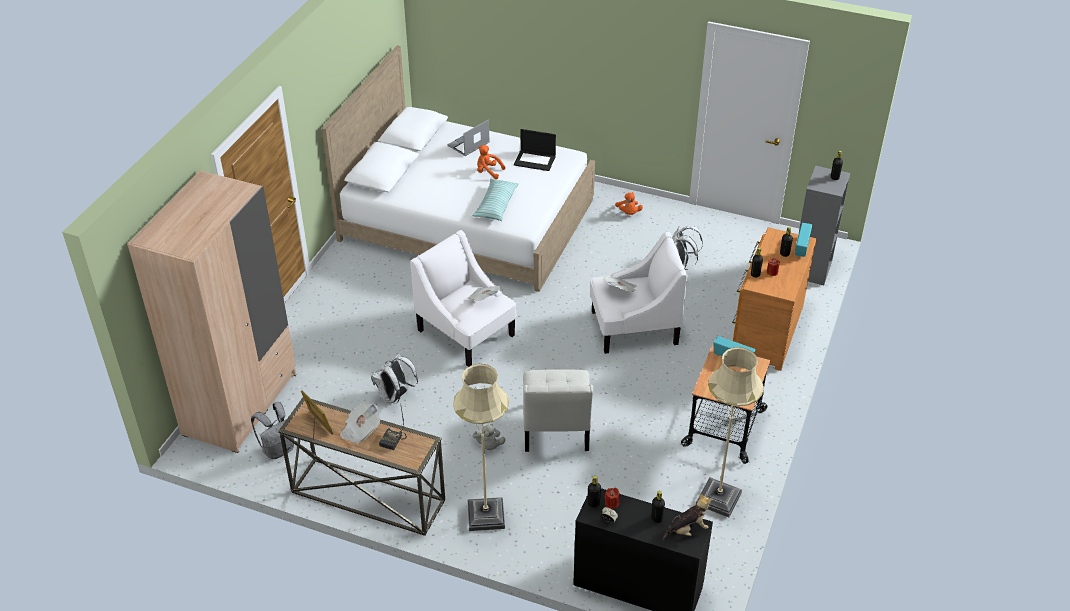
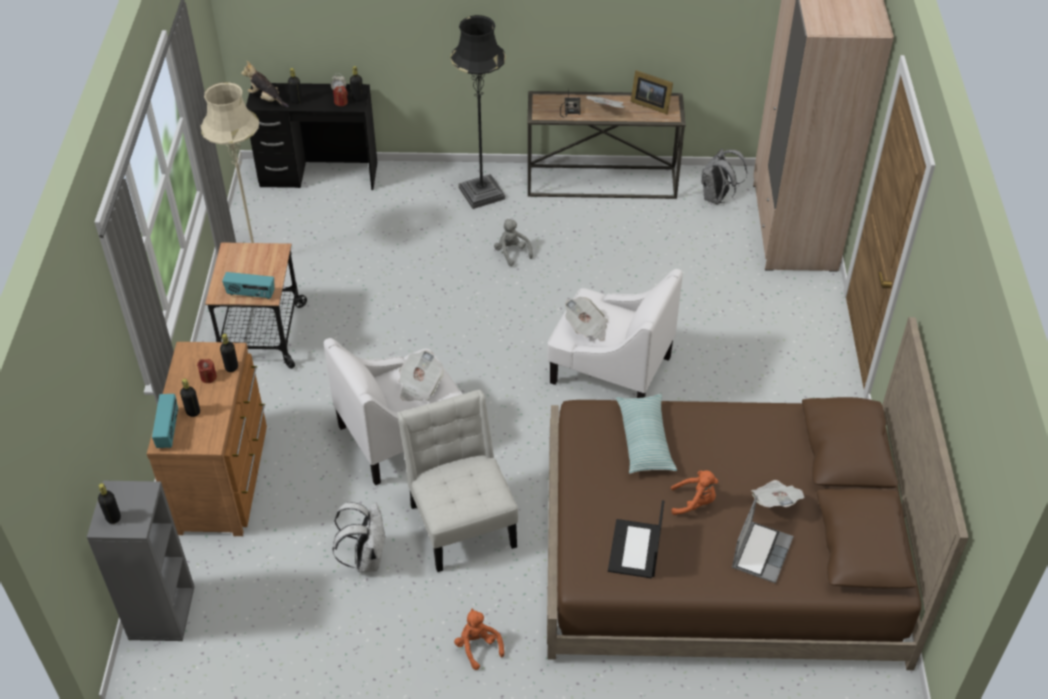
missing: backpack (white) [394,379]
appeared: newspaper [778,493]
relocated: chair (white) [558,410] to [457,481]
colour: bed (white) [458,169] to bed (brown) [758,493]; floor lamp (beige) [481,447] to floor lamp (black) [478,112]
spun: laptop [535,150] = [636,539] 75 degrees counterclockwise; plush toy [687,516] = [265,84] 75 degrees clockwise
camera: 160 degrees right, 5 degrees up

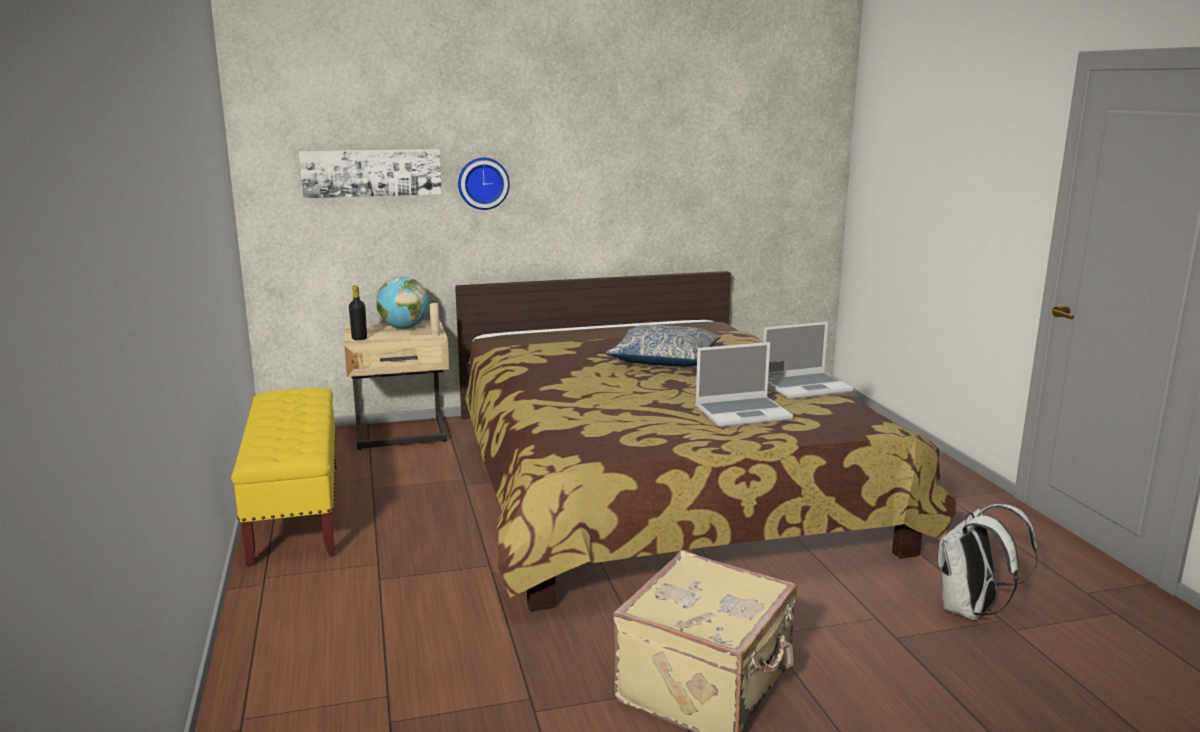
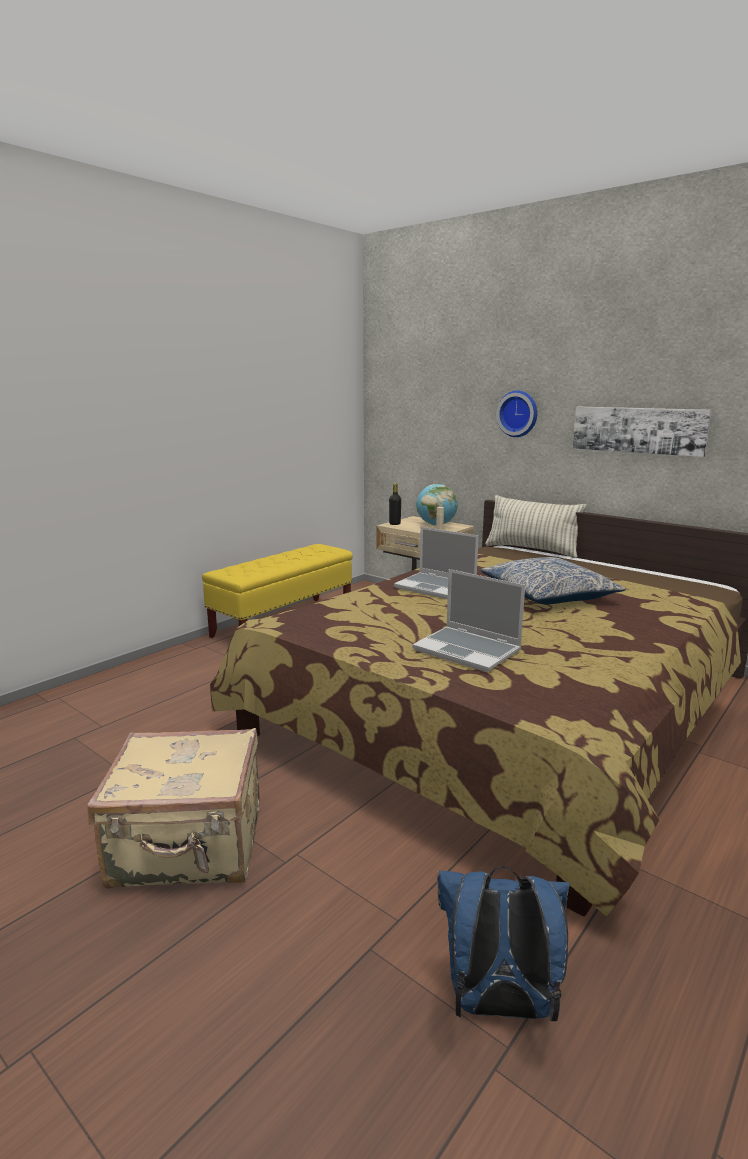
appeared: pillow [535,526]
relocated: picture [370,173] to [642,432]; laptop [808,361] to [436,563]
colour: backpack (white) [988,562] to backpack (blue) [503,943]
camera: 55 degrees right, 0 degrees up

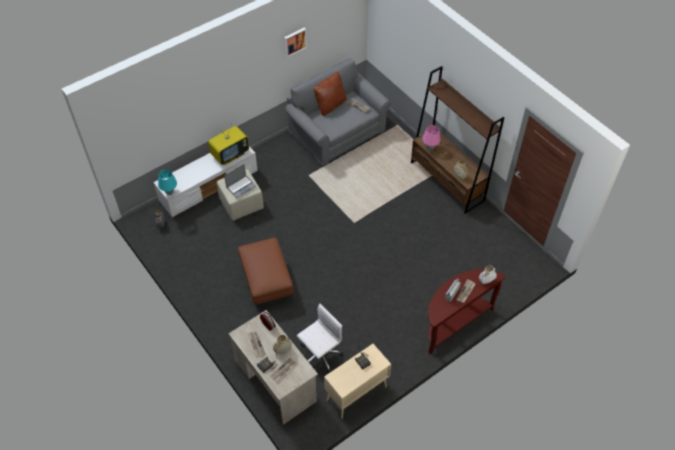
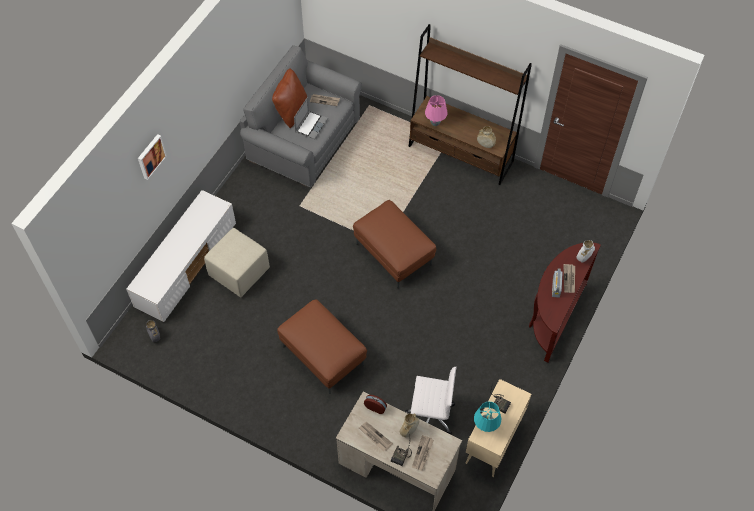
missing: television [228,145]
appeared: ottoman (brown) [394,244]
relocated: table lamp (turquoise) [167,182] to [487,417]; laptop [240,181] to [311,118]; picture [295,42] to [152,157]
spun: office chair (white) [320,339] = [431,400] 75 degrees clockwise
camera: 25 degrees left, 5 degrees up

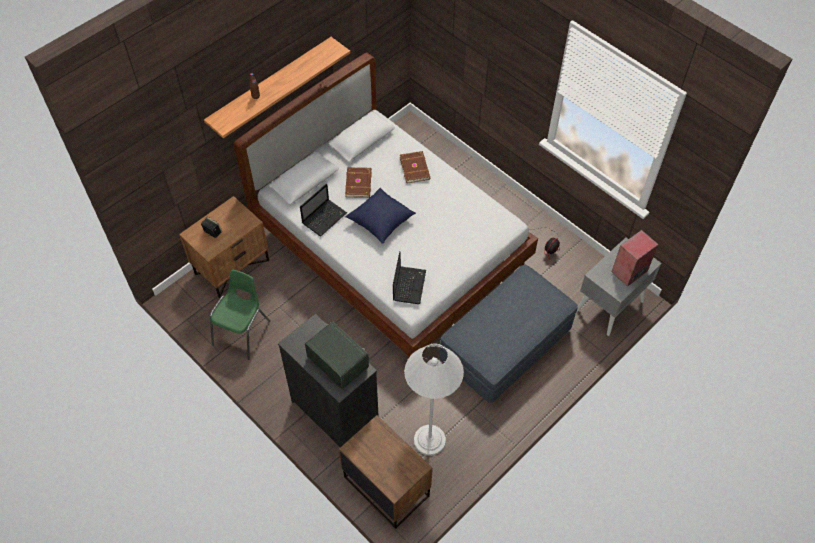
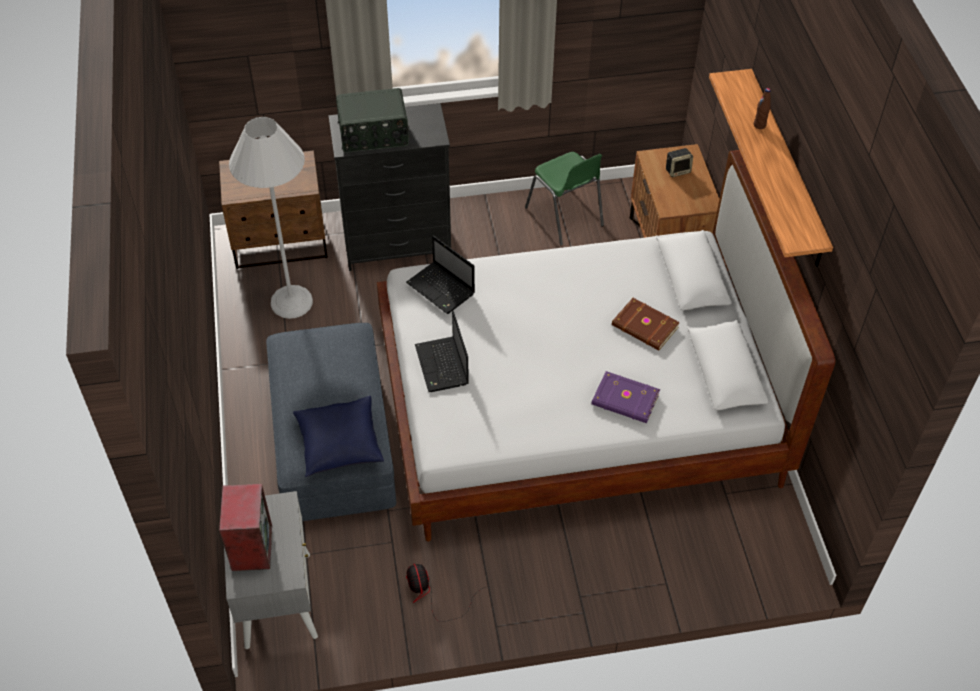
relocated: laptop [323,209] to [442,351]; pillow (blue) [380,216] to [338,436]
colour: book (brown) [415,167] to book (purple) [625,397]
camera: 125 degrees right, 5 degrees down

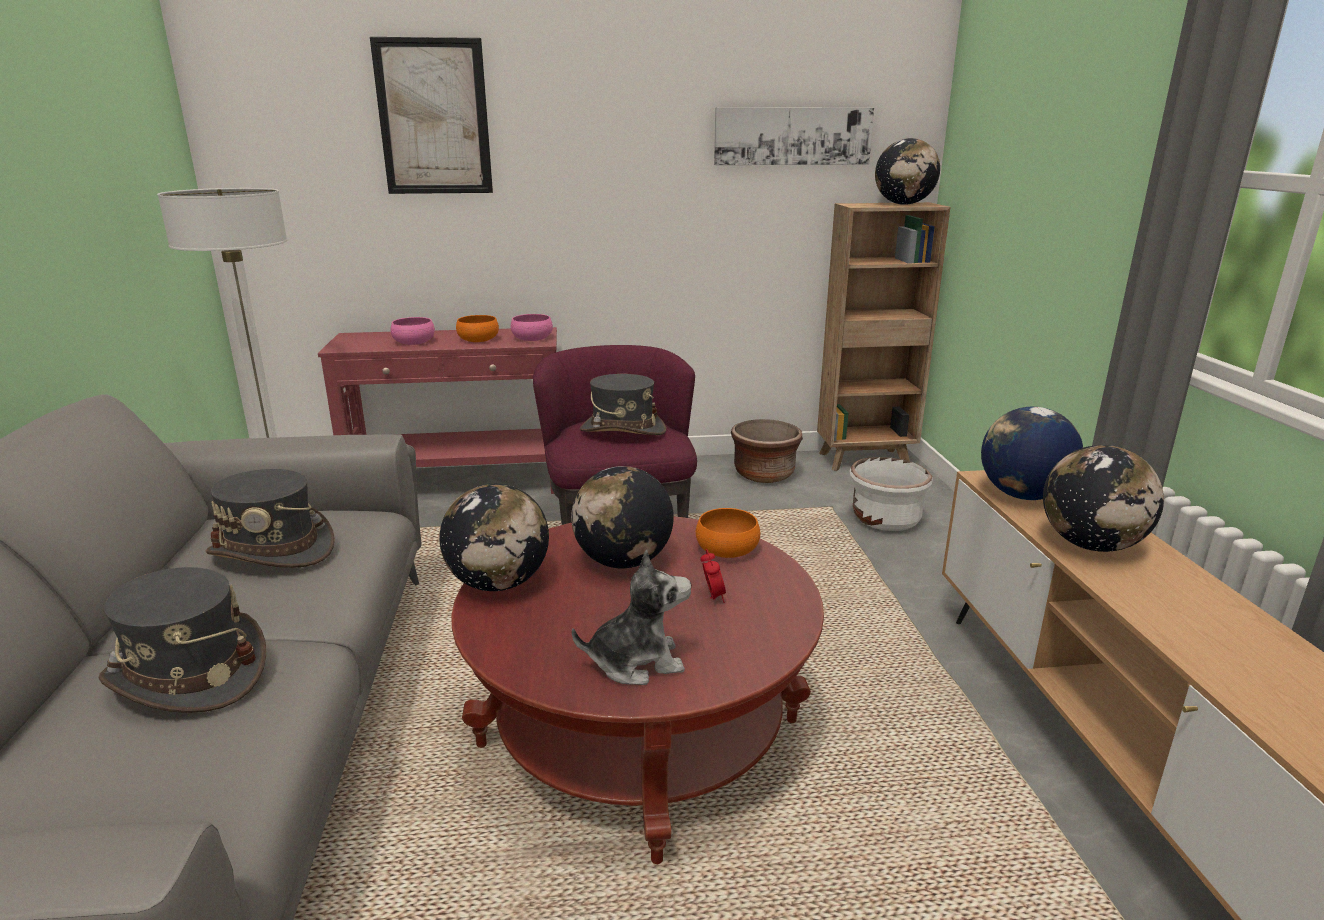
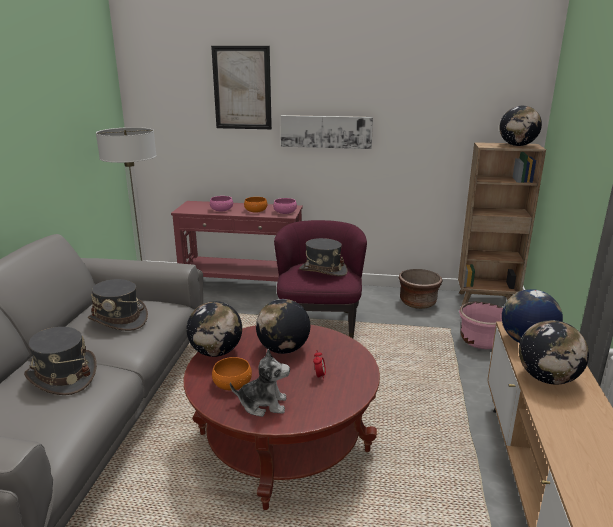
relocated: bowl (orange) [728,533] to [232,373]; picture [794,136] to [326,132]
colour: planter (white) [891,494] to planter (pink) [481,325]
camera: 15 degrees right, 0 degrees up

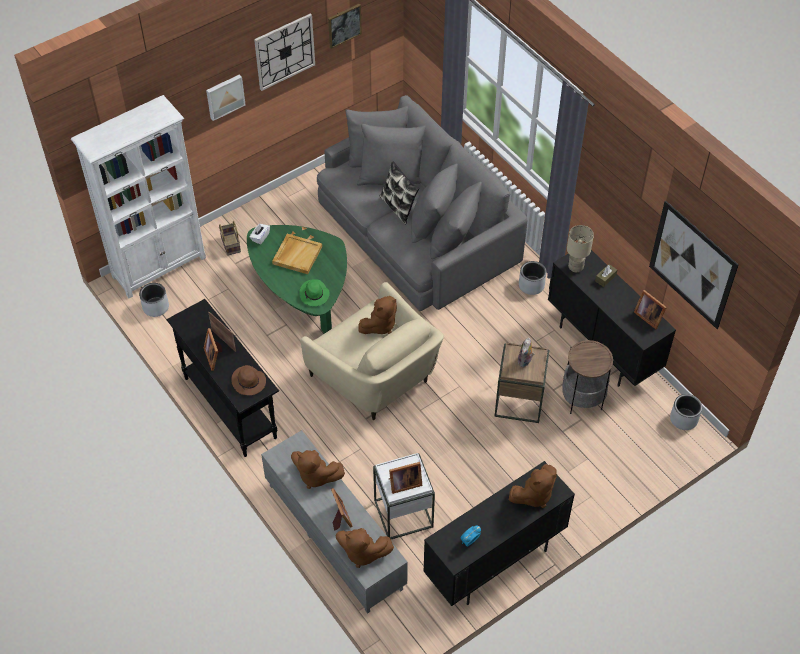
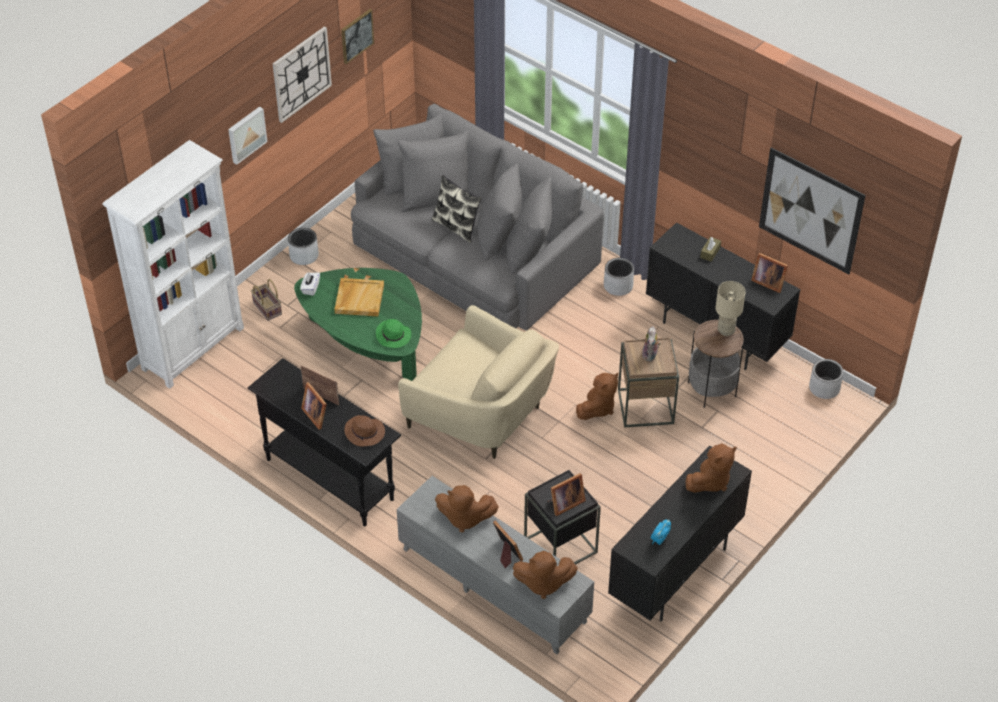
relocated: planter (grey) [154,300] to [303,246]; plush toy (brown) [378,315] to [597,396]; table lamp (beige) [580,248] to [731,308]
colour: side table (white) [404,496] to side table (black) [562,517]
camera: 15 degrees left, 5 degrees down

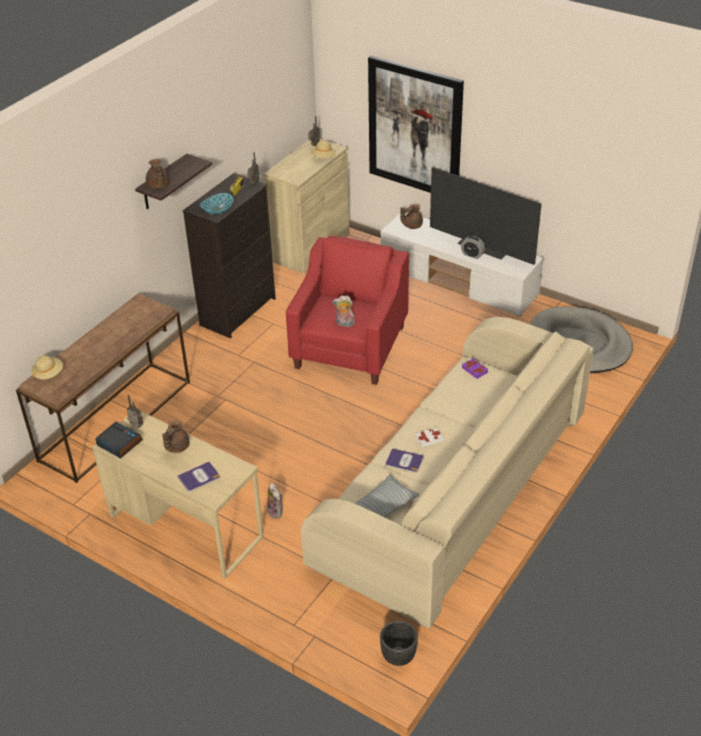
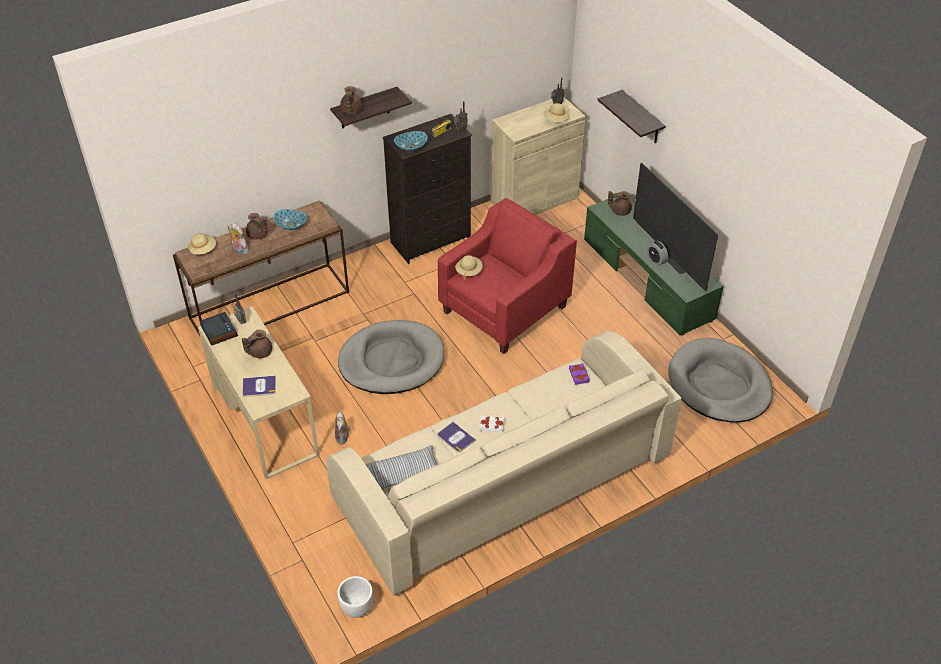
appeared: teapot (brown) [257,226]; bowl [290,219]; dog bed (grey) [391,357]; hat (beige) [469,267]
relocated: plush toy [343,311] to [238,239]
exchanged: picture [416,124] to shelf [632,116]
colour: planter (black) [399,643] to planter (white) [355,597]; tv stand (white) [462,264] to tv stand (green) [653,266]
camera: 25 degrees right, 5 degrees up

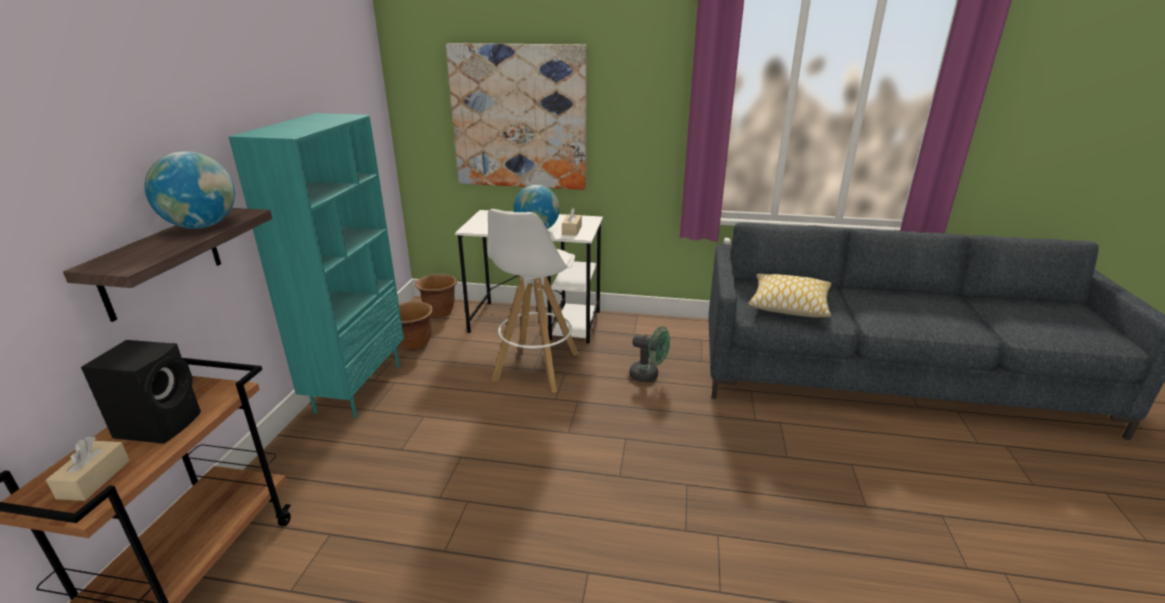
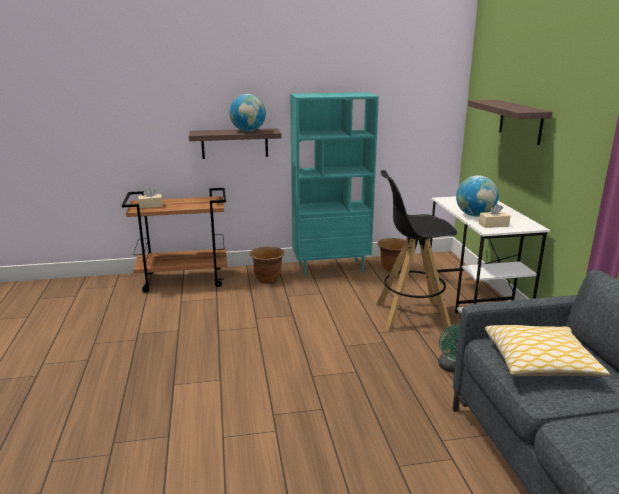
missing: speaker (black) [141,392]
relocated: planter (brown) [436,295] to [267,265]
exchanged: picture [516,116] to shelf [510,122]
colour: stool (white) [533,301] to stool (black) [416,250]
camera: 70 degrees right, 5 degrees down

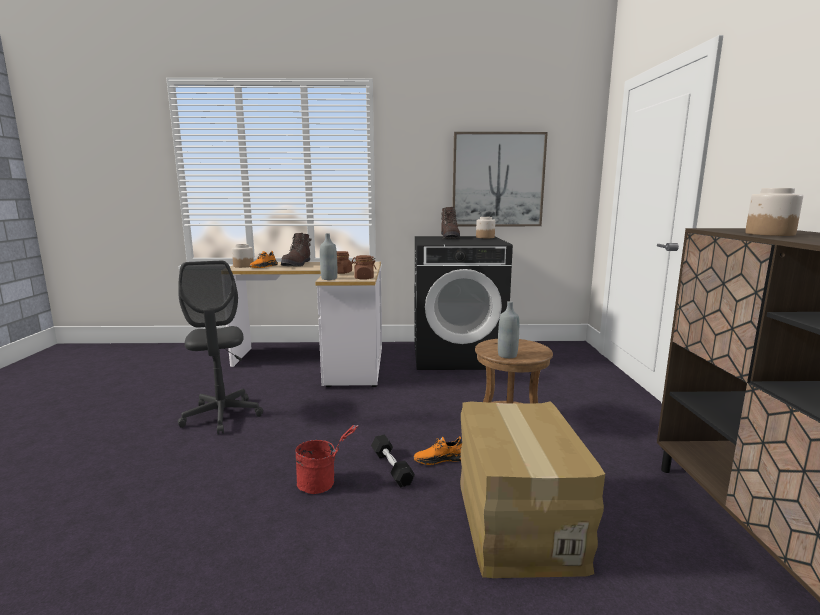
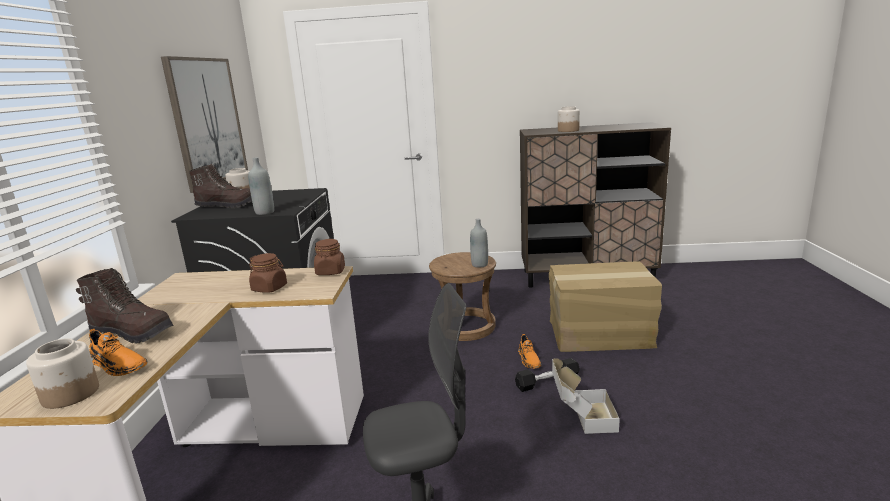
relocated: bottle (grey) [328,256] to [261,186]
exchanged: bucket (red) [326,459] to cardboard box [586,396]
camera: 85 degrees left, 5 degrees up

